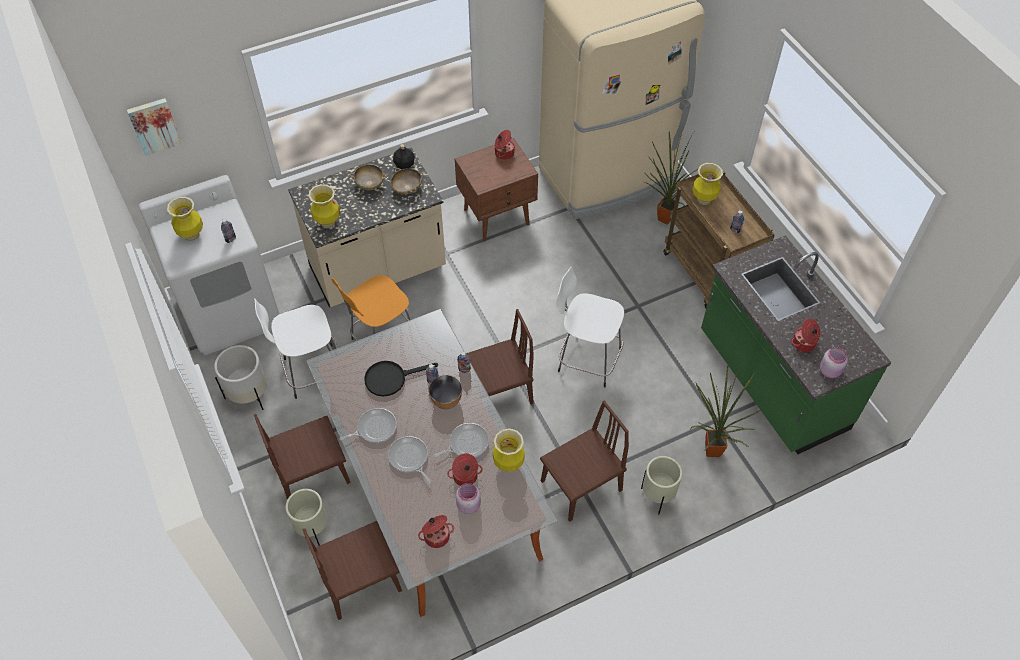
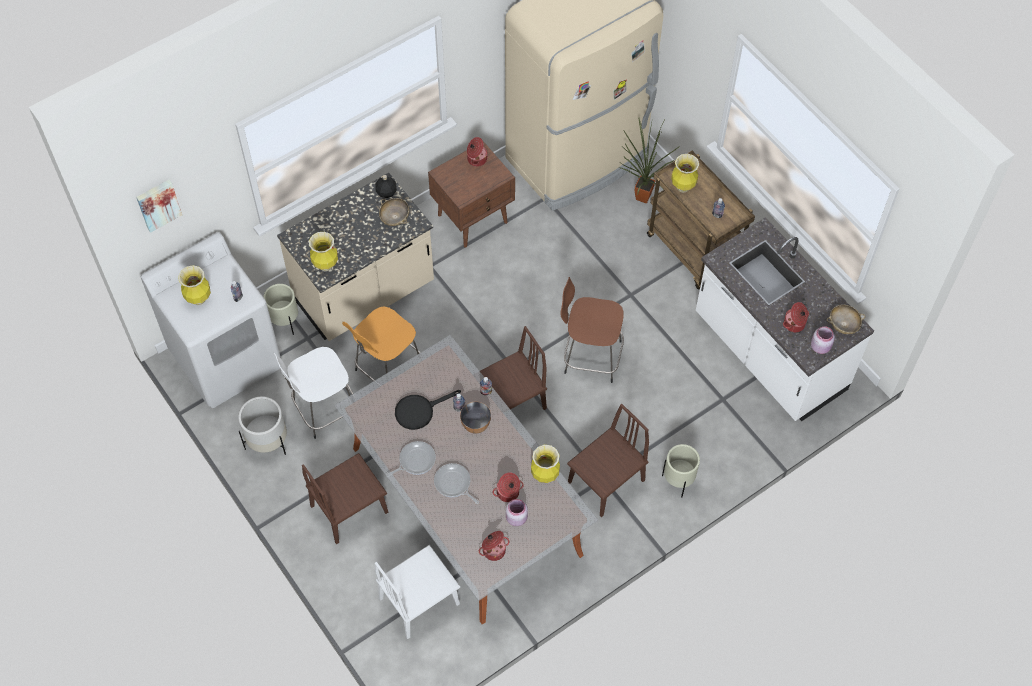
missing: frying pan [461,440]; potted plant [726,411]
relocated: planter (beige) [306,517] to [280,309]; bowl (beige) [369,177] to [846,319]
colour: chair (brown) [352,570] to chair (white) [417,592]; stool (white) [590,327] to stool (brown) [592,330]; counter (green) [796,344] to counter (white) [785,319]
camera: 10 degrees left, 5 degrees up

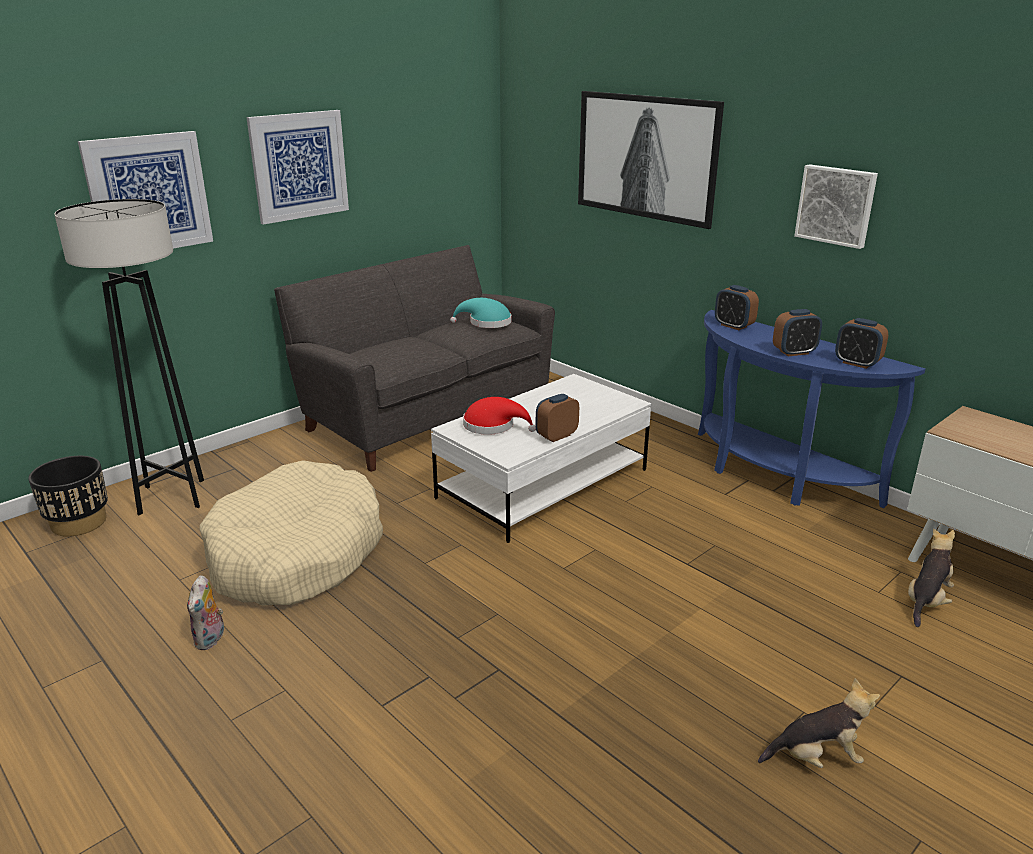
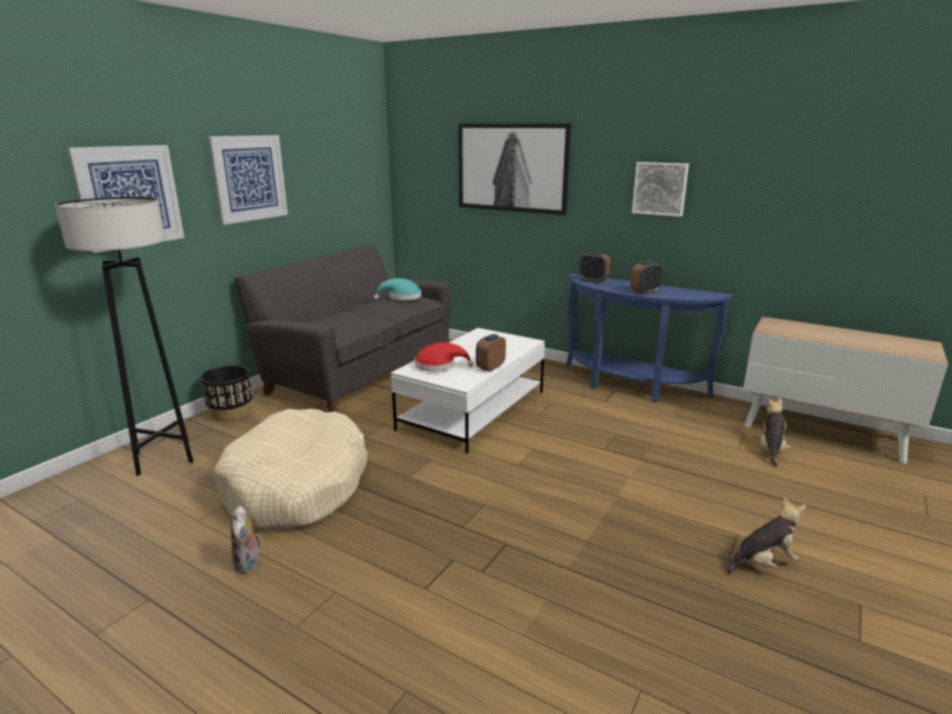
missing: alarm clock [861,343]
relocated: planter (black) [68,496] to [226,393]
camera: 15 degrees left, 5 degrees down

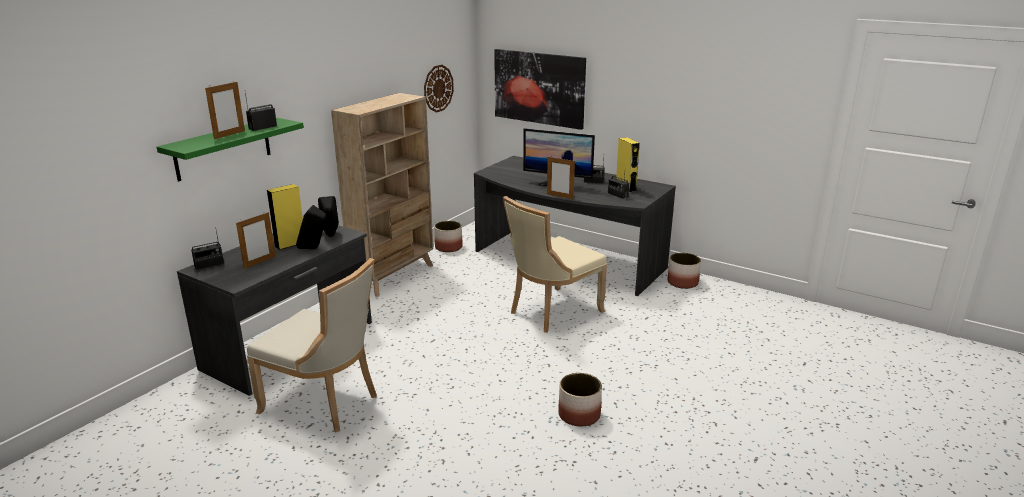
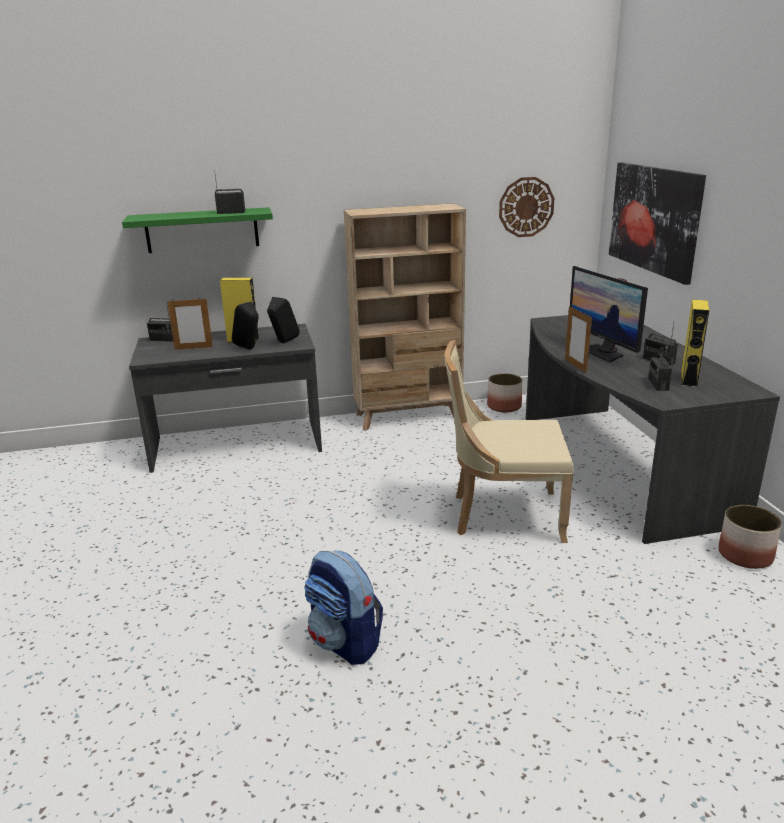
missing: picture frame [225,110]; chair (beige) [312,345]
exchanged: planter [580,399] to backpack [343,607]
camera: 45 degrees right, 0 degrees up

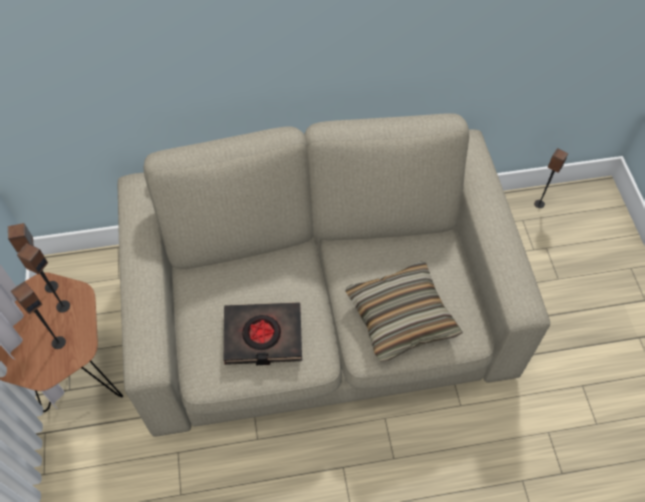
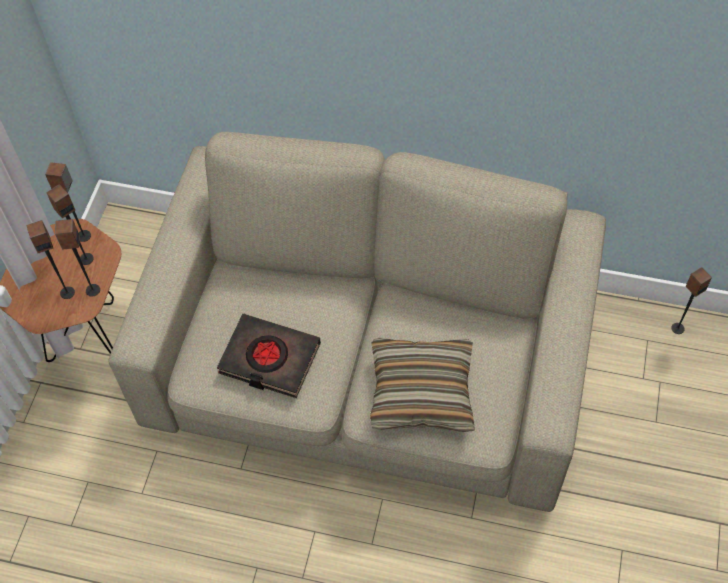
appeared: speaker [77,258]
camera: 25 degrees right, 0 degrees up

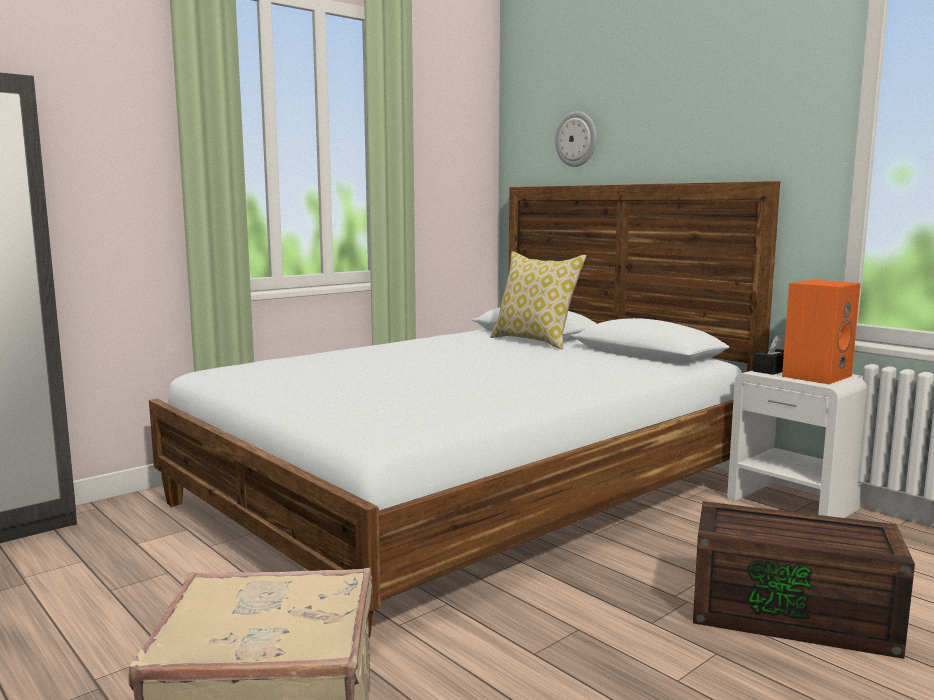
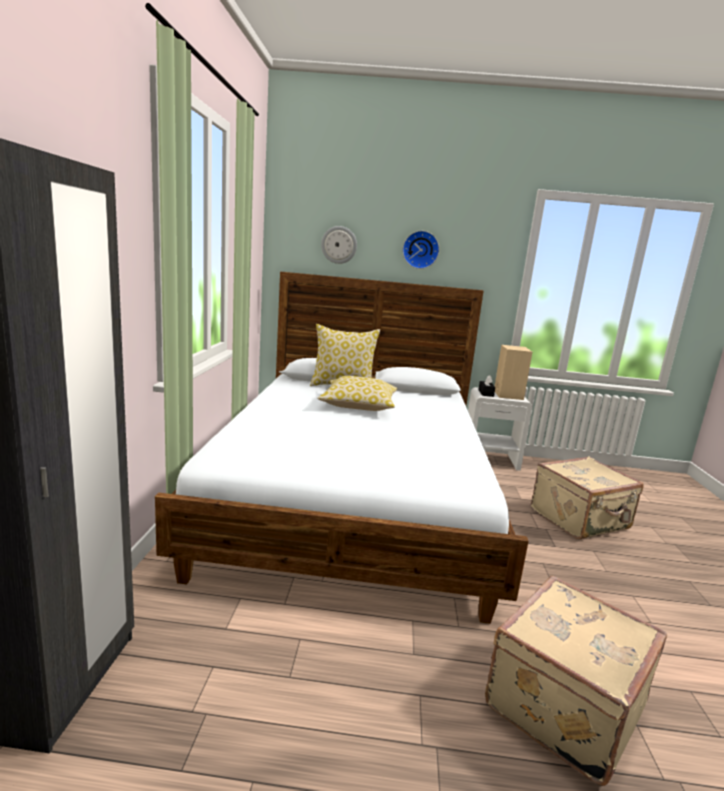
appeared: pillow [357,393]; wall clock [421,250]
exchanged: storage box (brown) [804,580] to suitcase (beige) [587,497]
colour: speaker (orange) [821,332] to speaker (beige) [513,372]
camera: 45 degrees left, 5 degrees up

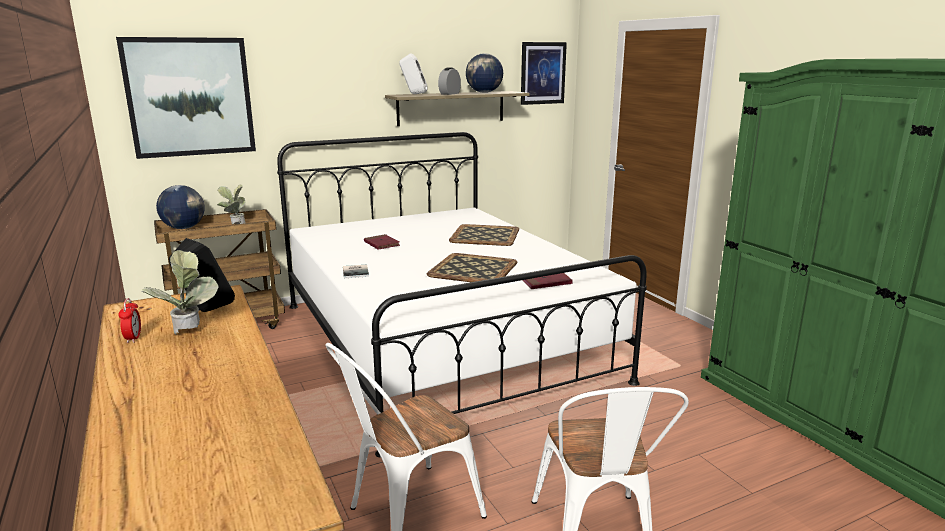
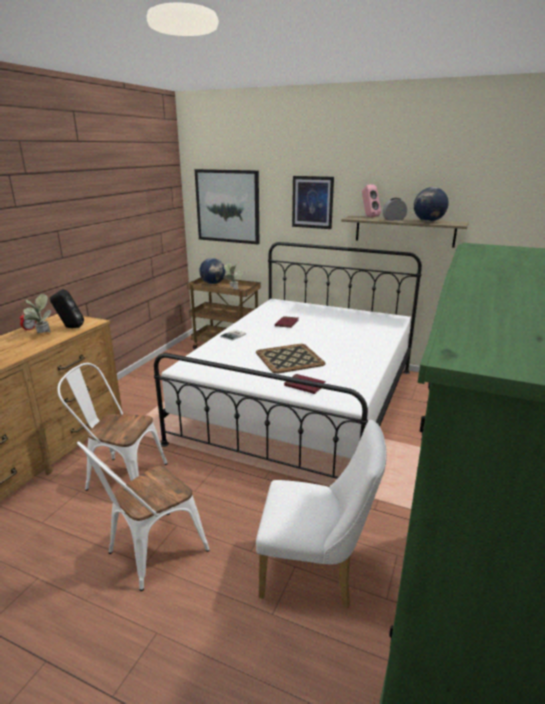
missing: tray [484,235]
appeared: chair (white) [321,514]
relocated: picture [544,73] to [313,202]
colour: speaker (white) [413,73] to speaker (pink) [371,200]
camera: 50 degrees right, 5 degrees up

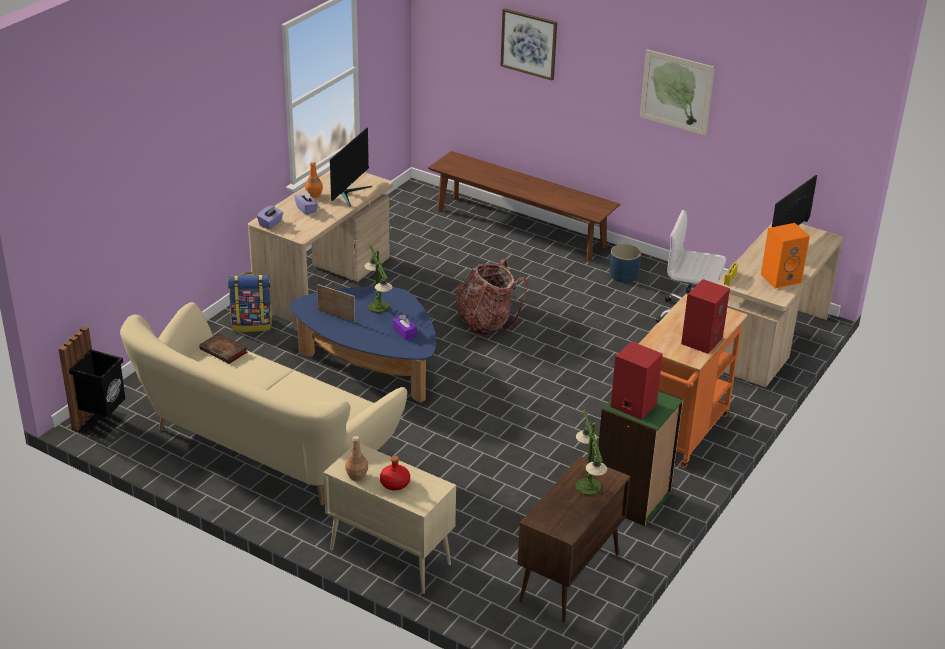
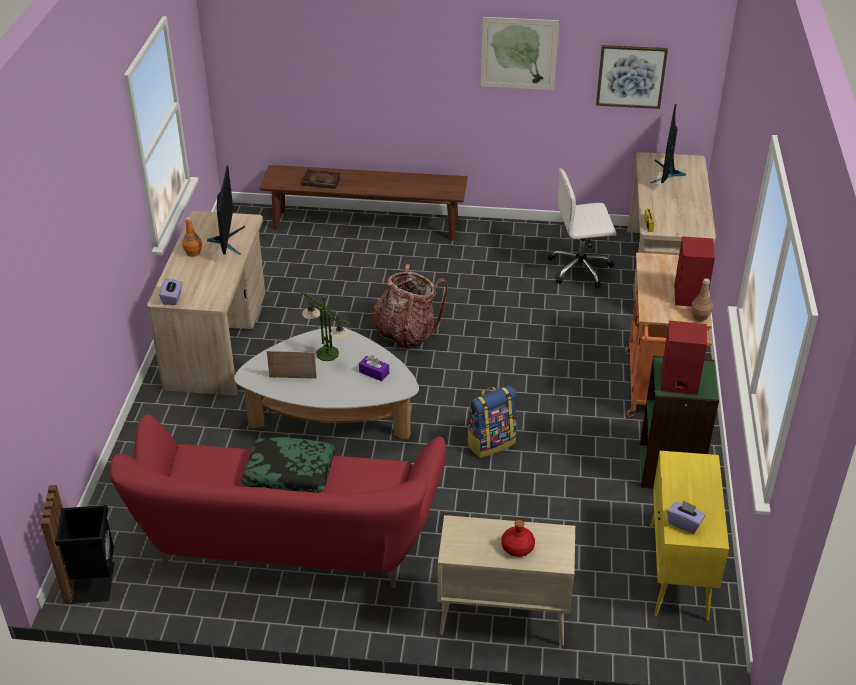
missing: table lamp [591,453]; planter (blue) [625,263]; speaker (orange) [785,256]
appeared: pillow [288,465]
relocated: book [223,348] to [321,179]; backpack [250,302] to [492,421]; tissue box (purple) [306,202] to [686,517]; bottle (brown) [356,458] to [702,299]; picture [528,44] to [632,77]
colour: sofa (beige) [263,403] to sofa (red) [278,501]; coffee table (blue) [363,345] to coffee table (white) [326,383]; cabinet (brown) [574,539] to cabinet (yellow) [689,536]
camera: 25 degrees left, 5 degrees up

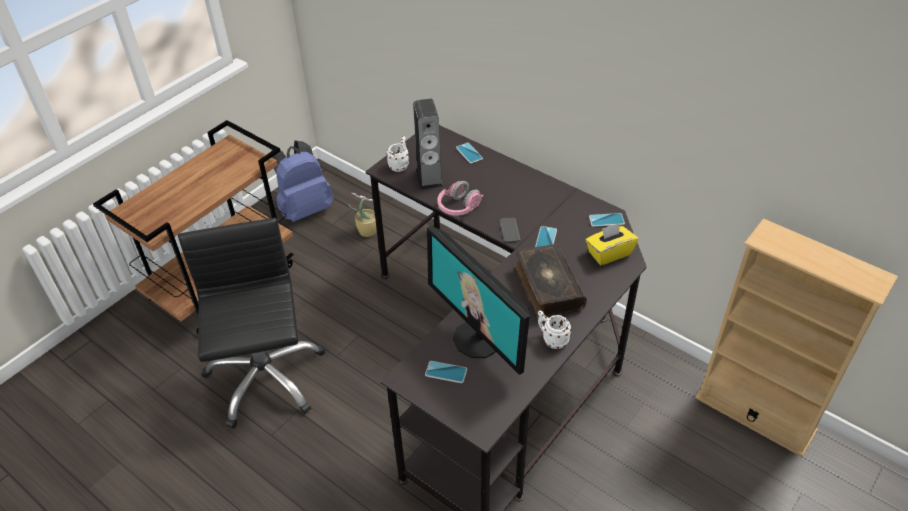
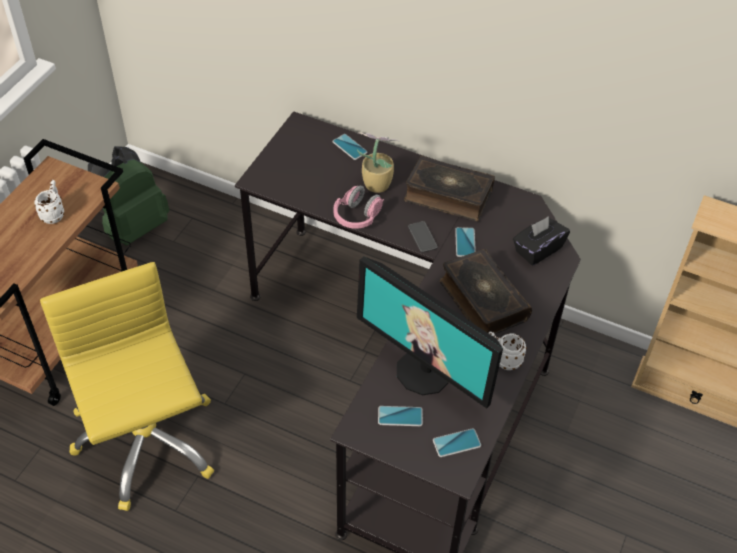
missing: speaker [428,144]
appeared: book [449,188]
relocated: potted plant [362,215] to [378,162]; mug (white) [398,154] to [49,202]; phone [607,220] to [457,442]
colour: office chair (black) [251,323] to office chair (yellow) [127,386]; backpack (blue) [303,181] to backpack (green) [128,196]; tissue box (yellow) [612,244] to tissue box (black) [541,240]
camera: 15 degrees left, 5 degrees up

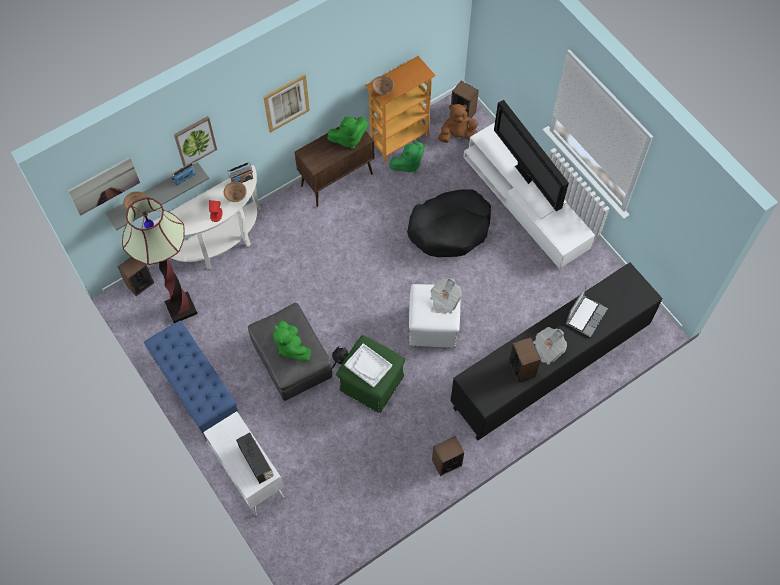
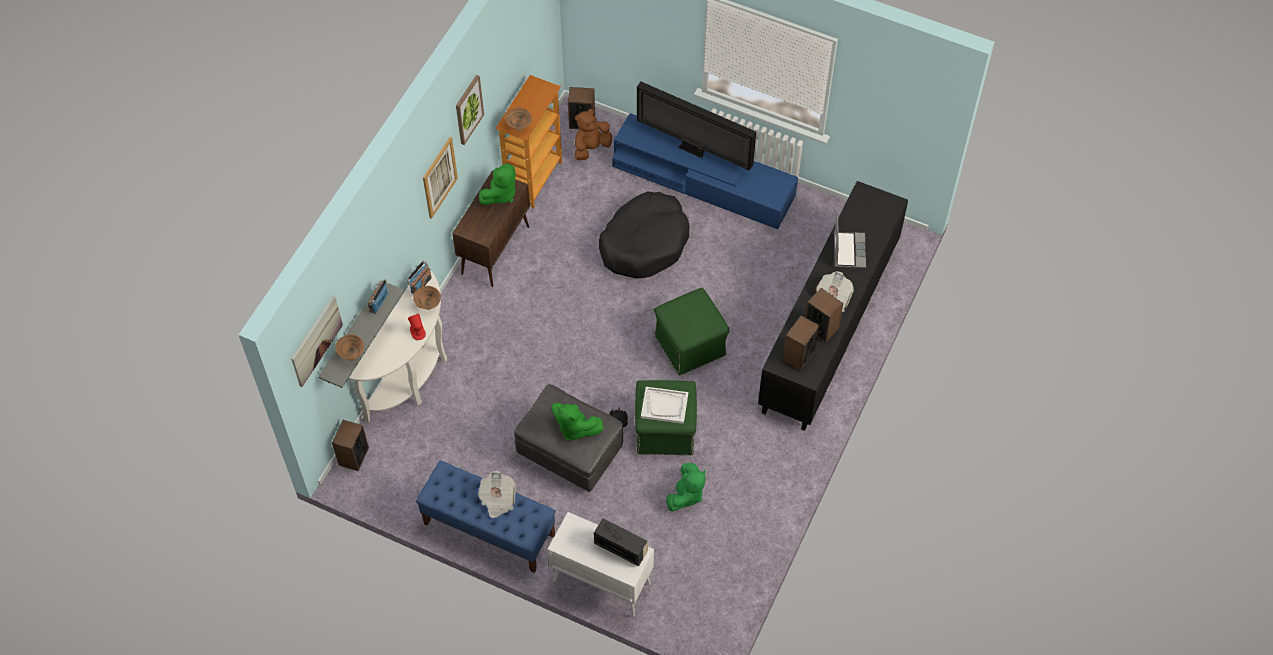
missing: floor lamp [160,260]
relocated: picture [195,141] to [470,110]; plush toy (green) [406,157] to [686,487]; newspaper [446,296] to [497,494]; speaker [448,456] to [801,343]
colour: ottoman (white) [434,316] to ottoman (green) [692,332]; tv stand (white) [529,196] to tv stand (blue) [705,171]
camera: 30 degrees left, 5 degrees down

